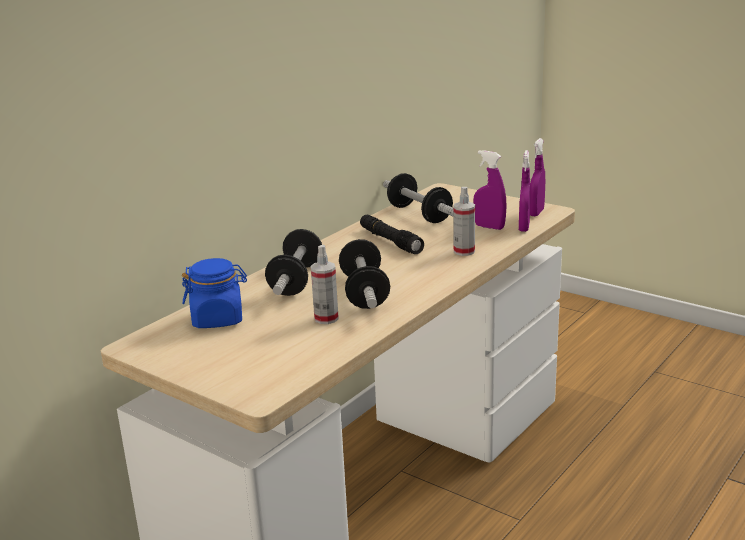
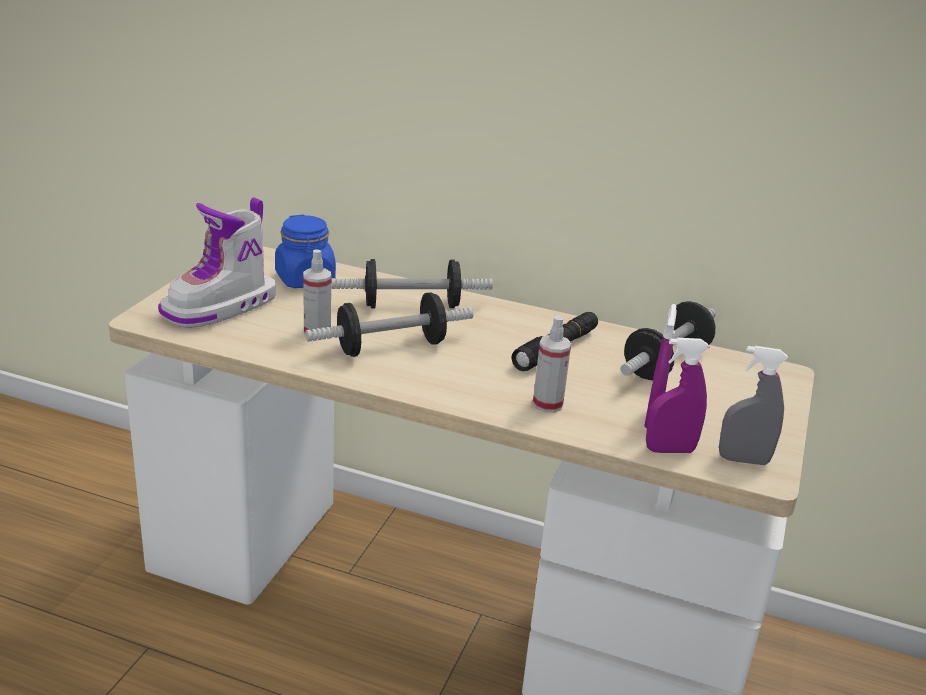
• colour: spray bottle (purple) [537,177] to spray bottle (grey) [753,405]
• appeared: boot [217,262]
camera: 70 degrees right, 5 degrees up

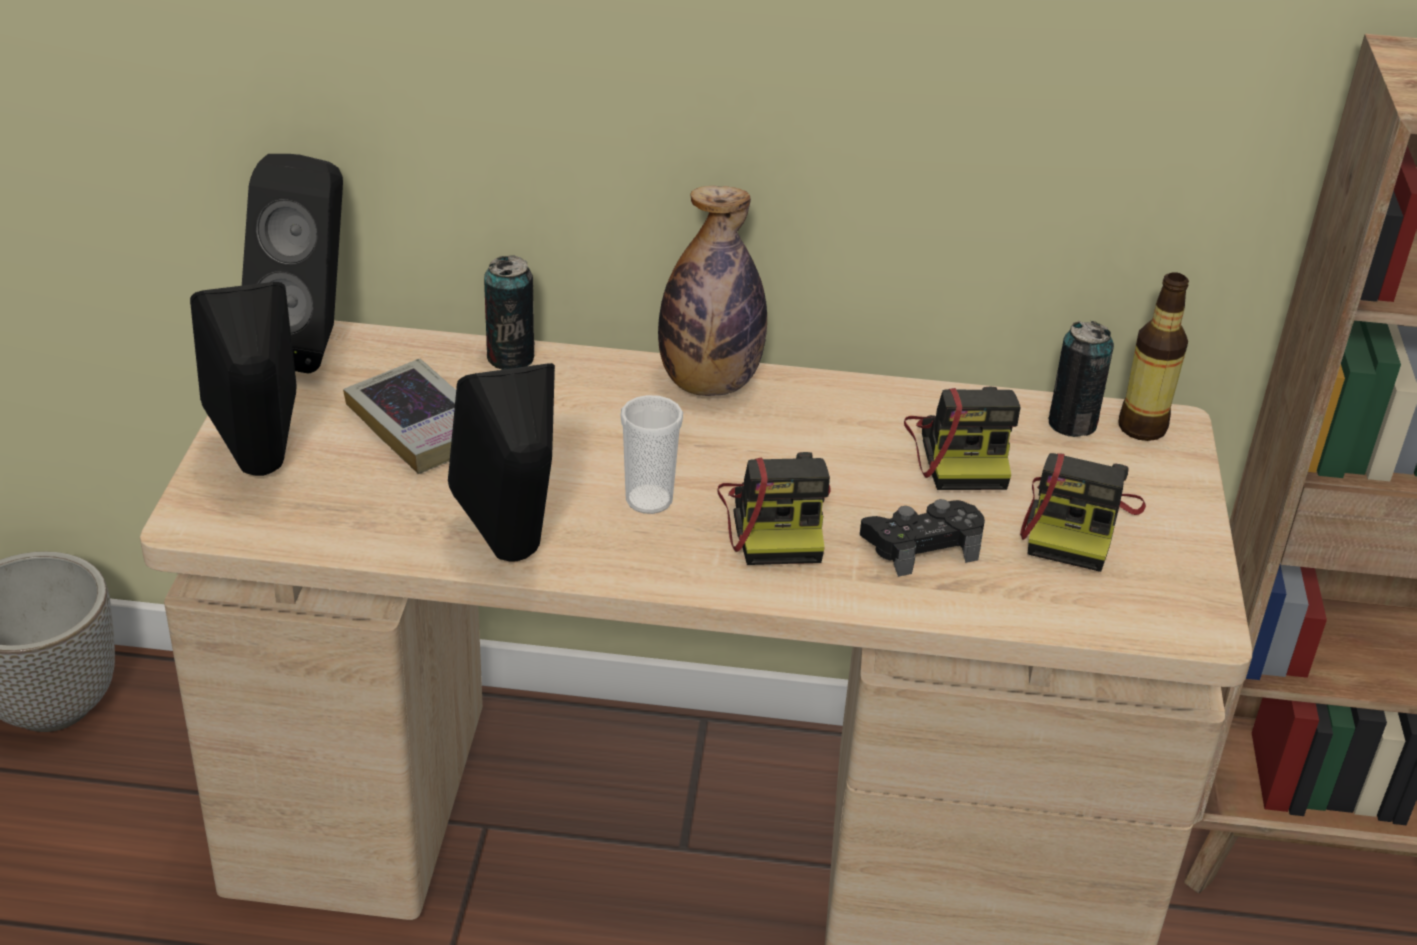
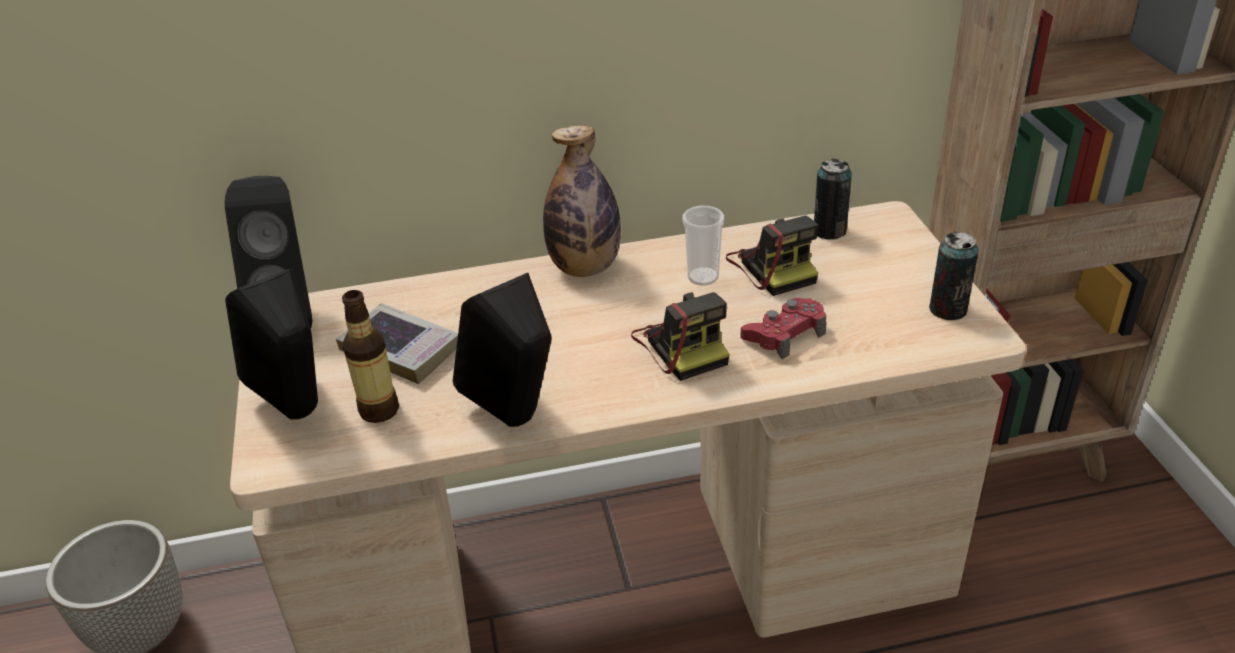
• relocated: can [509,313] to [953,276]
• relocated: cup [651,454] to [703,245]
• colour: game controller (black) [922,538] to game controller (red) [783,328]
• missing: photo camera [1083,512]
• relocated: bottle [1153,356] to [370,356]
camera: 15 degrees left, 0 degrees up

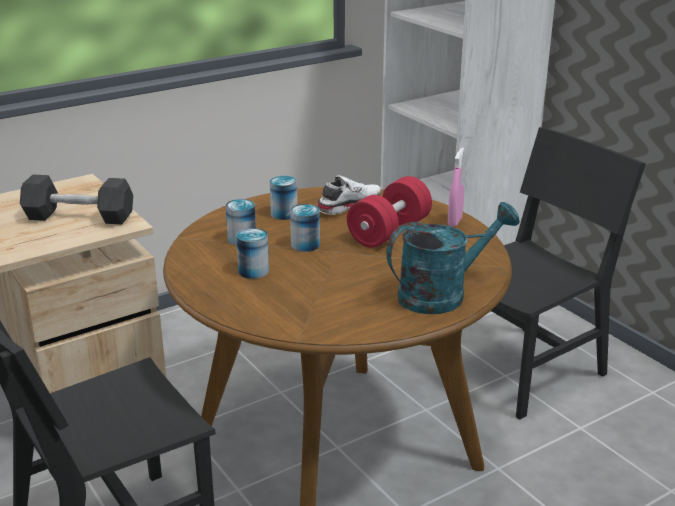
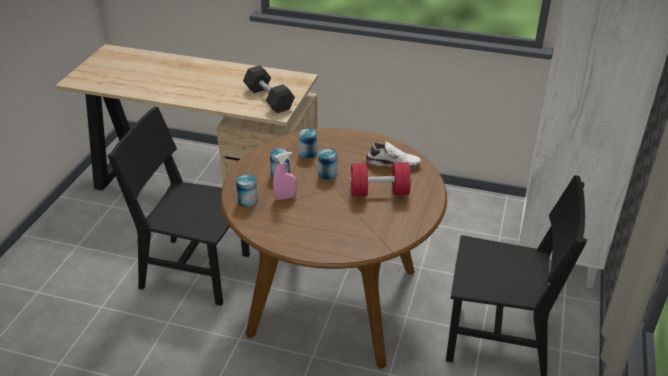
• relocated: can [284,198] to [247,190]
• missing: watering can (turquoise) [453,258]
• relocated: spray bottle (pink) [456,187] to [284,176]
camera: 50 degrees right, 10 degrees up

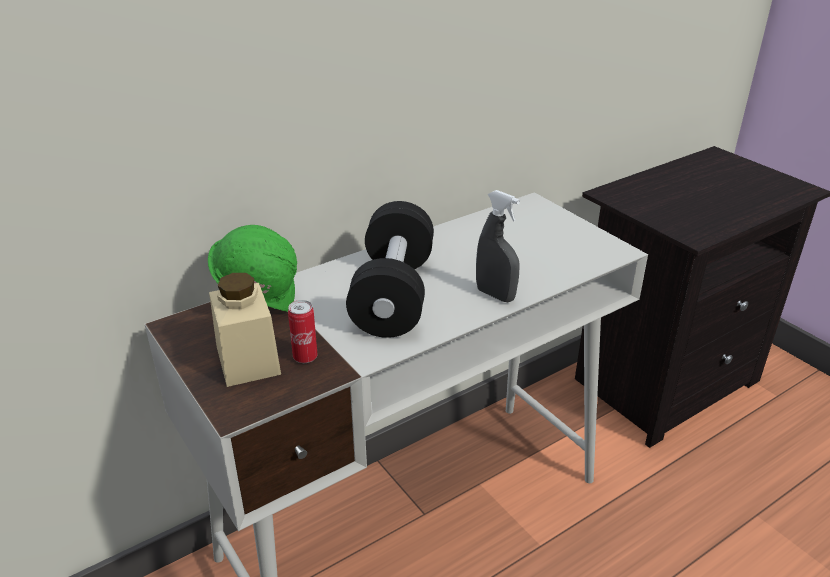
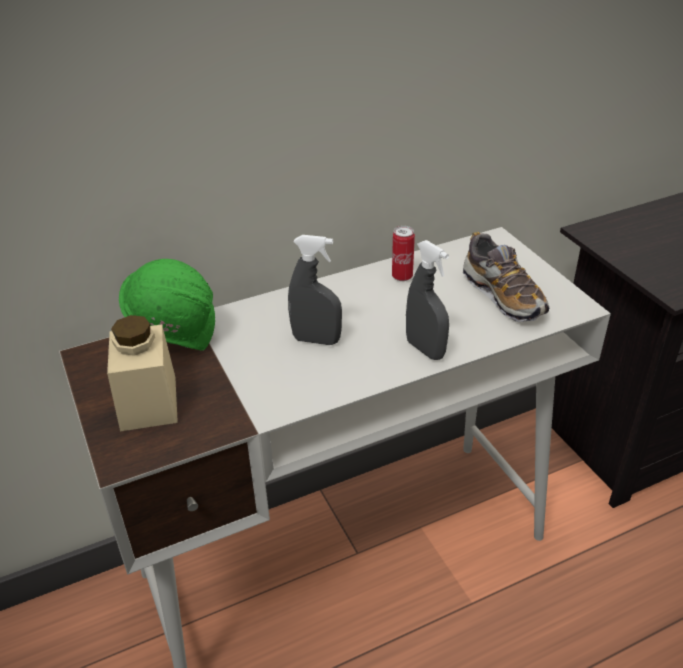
• relocated: can [302,331] to [403,253]
• exchanged: dumbbell (black) [390,269] to spray bottle (grey) [315,290]
• appeared: shoe [506,277]
camera: 10 degrees right, 5 degrees up

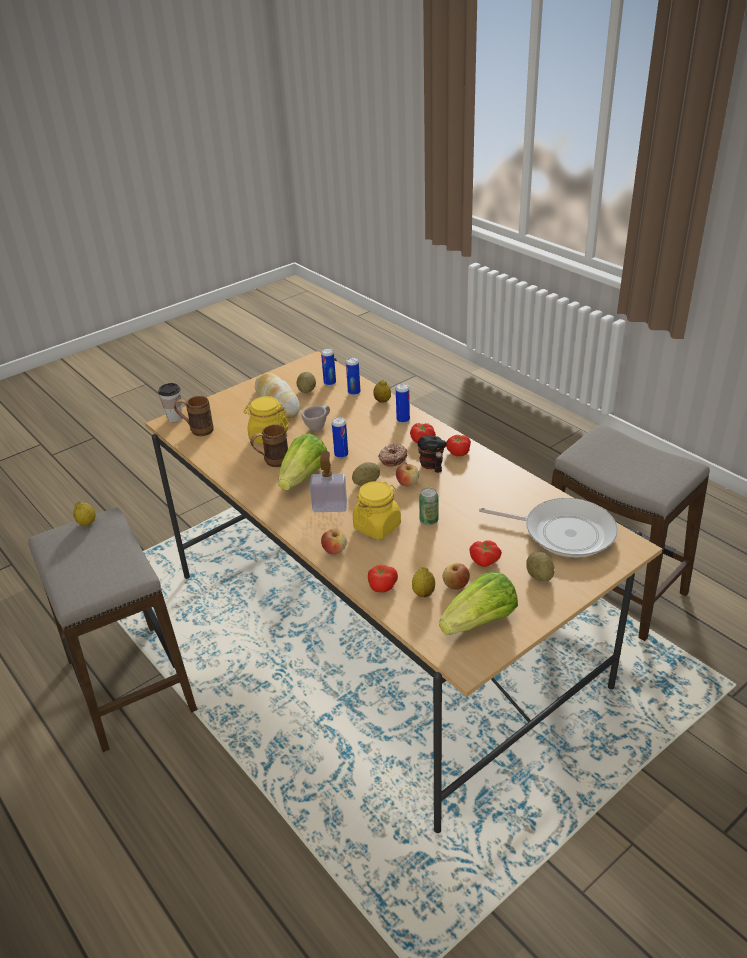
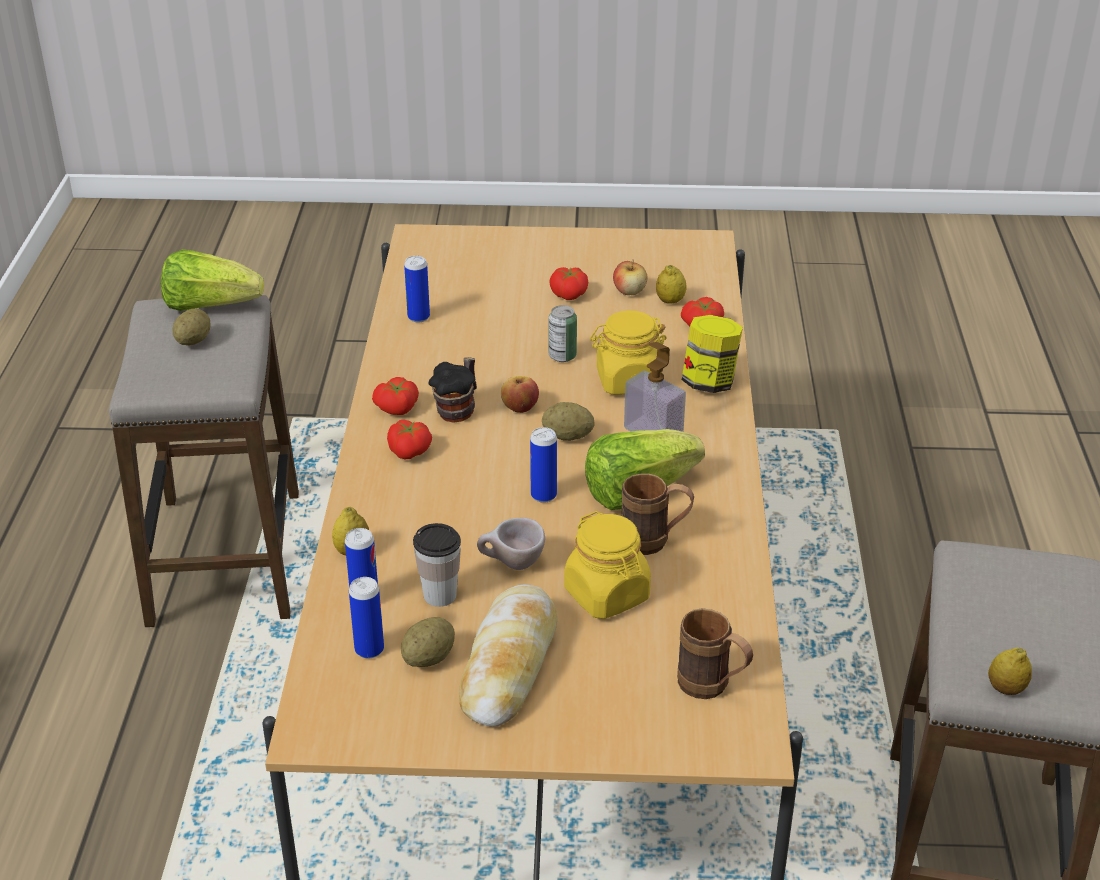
• relocated: cup [170,403] to [437,565]
• exchanged: apple [334,542] to jar [712,354]
• missing: donut [393,455]
• relocated: can [403,403] to [417,289]
• relocated: lettuce [478,603] to [212,280]
• missing: frying pan [548,527]
• relocated: potato [540,566] to [191,327]
camera: 140 degrees left, 0 degrees up

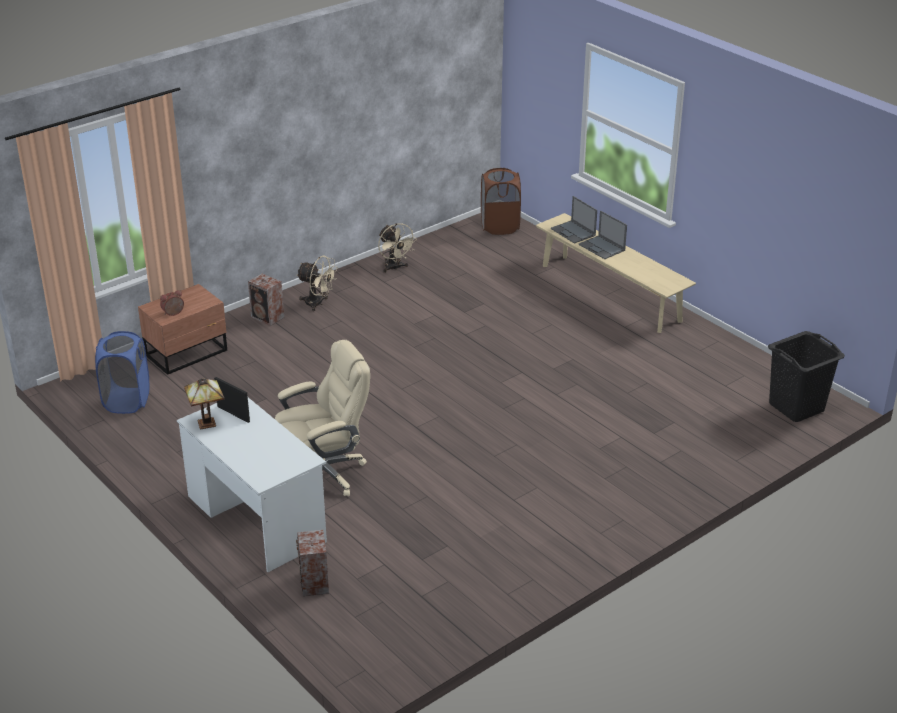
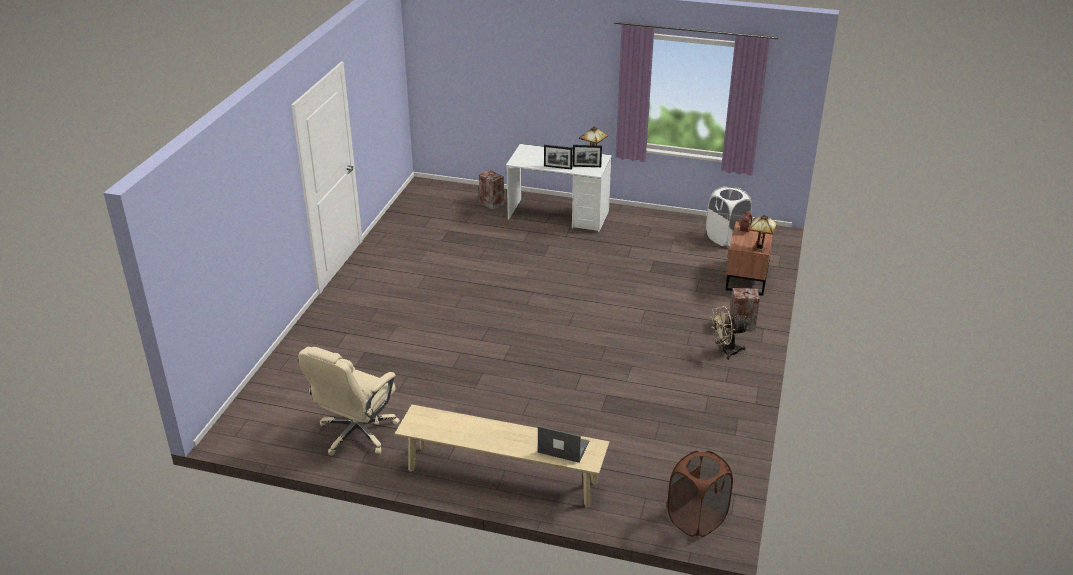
• colour: laundry basket (blue) [122,372] to laundry basket (white) [729,216]
• relocated: office chair (beige) [322,418] to [349,401]
• missing: fan (beige) [397,248]
• missing: laptop [603,235]
• missing: laundry basket (black) [806,376]
• appeared: picture frame [558,157]
• appeared: table lamp [763,234]
camera: 145 degrees right, 0 degrees up

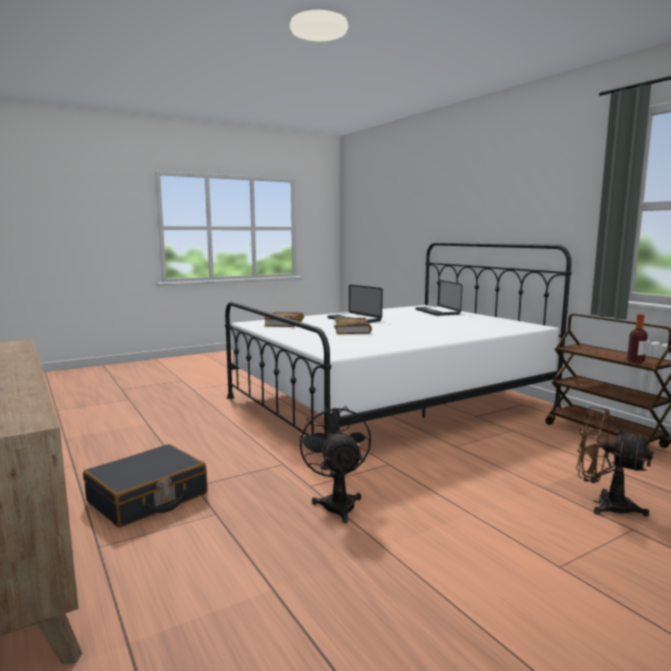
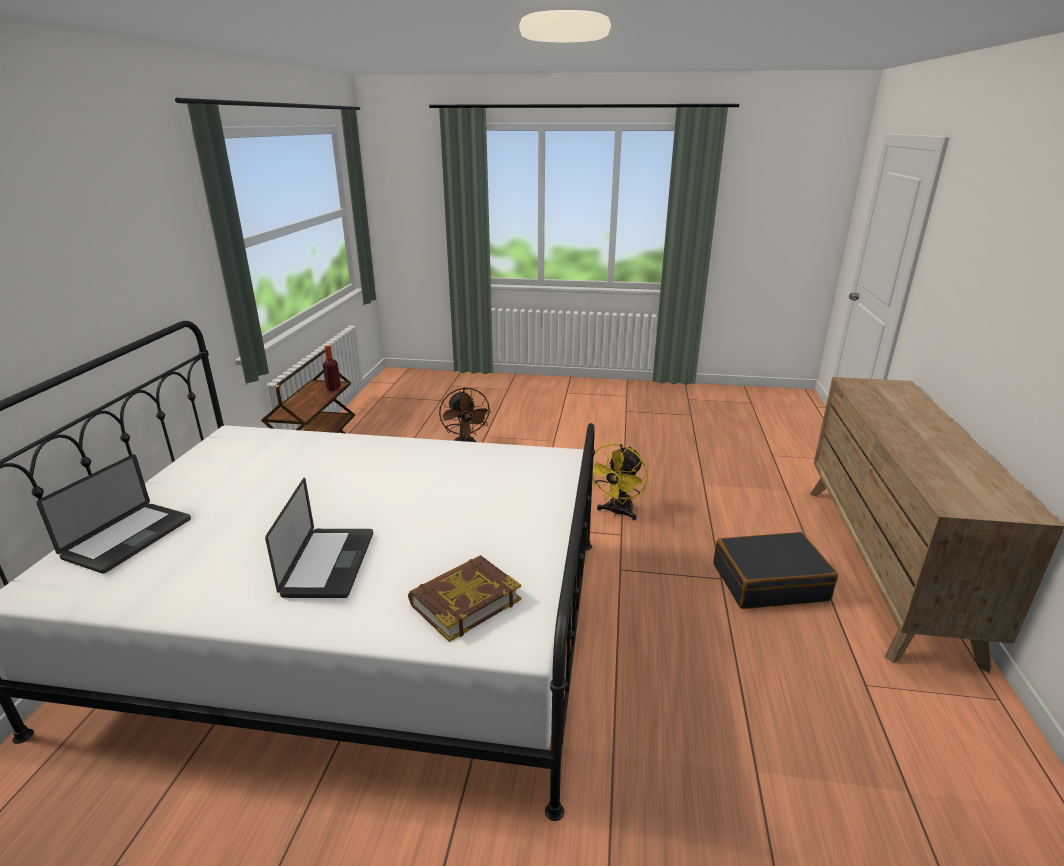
• colour: fan (black) [335,464] to fan (yellow) [620,481]
• missing: book [353,326]
camera: 140 degrees left, 15 degrees up

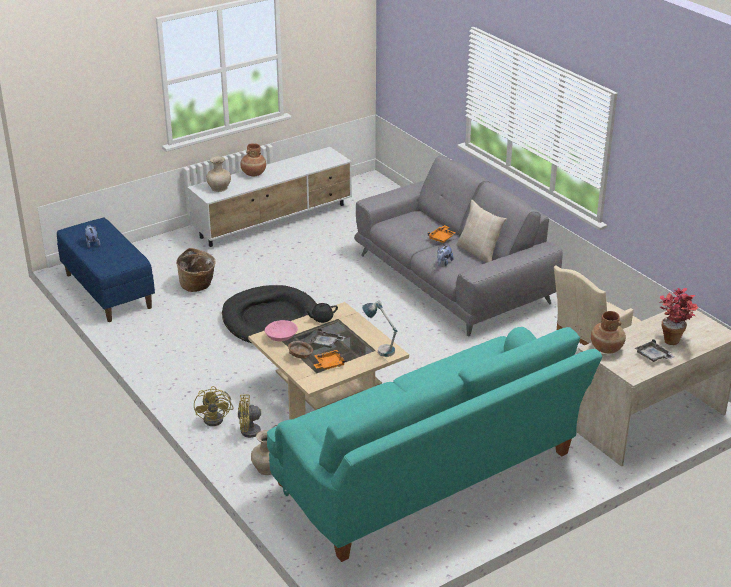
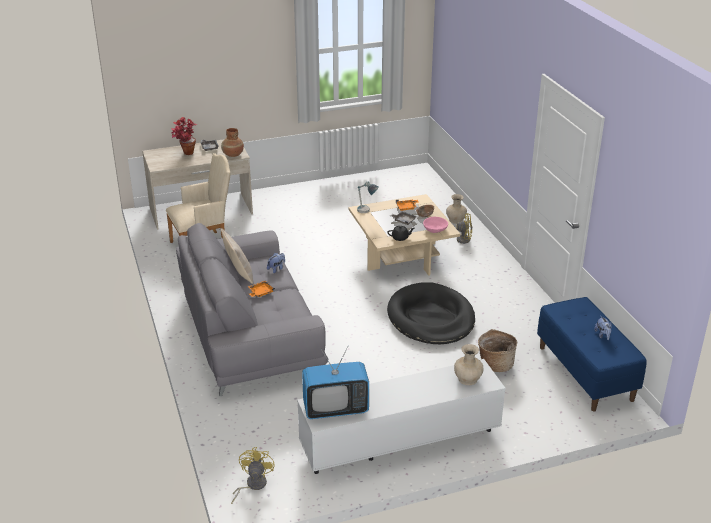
• relocated: fan (yellow) [214,406] to [253,475]
• missing: vase (brown) [253,159]
• missing: sofa (turquoise) [434,444]
• appeared: television [335,383]
camera: 165 degrees left, 0 degrees up

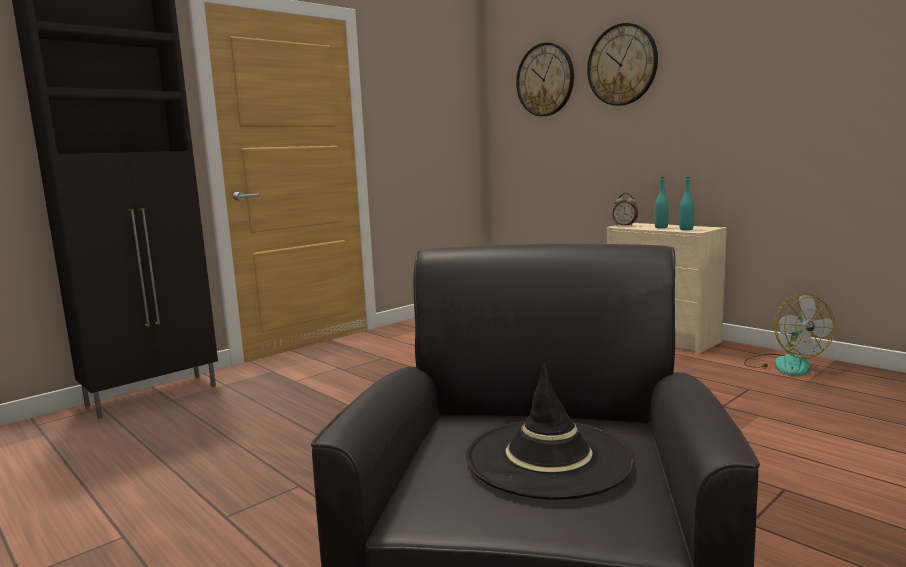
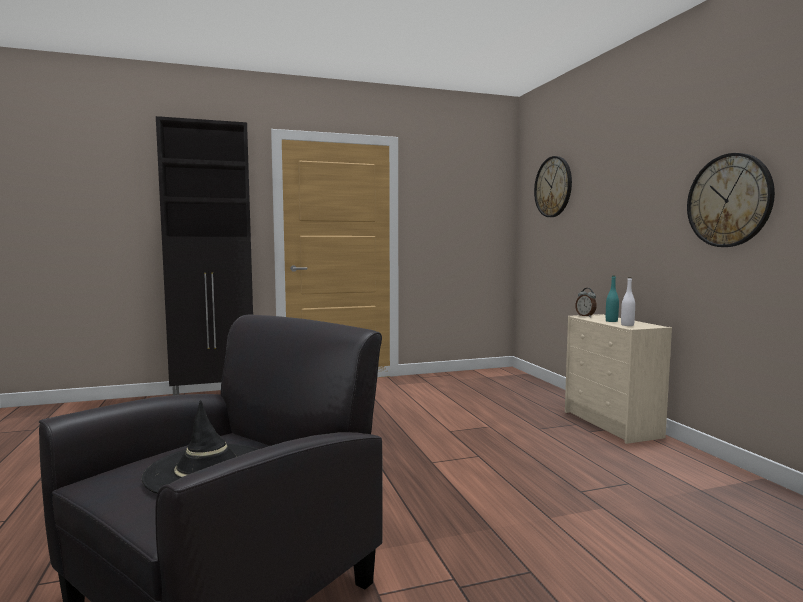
• relocated: wall clock [622,64] to [731,200]
• colour: bottle (turquoise) [686,203] to bottle (white) [628,301]
• missing: fan [789,334]
camera: 25 degrees right, 5 degrees down

